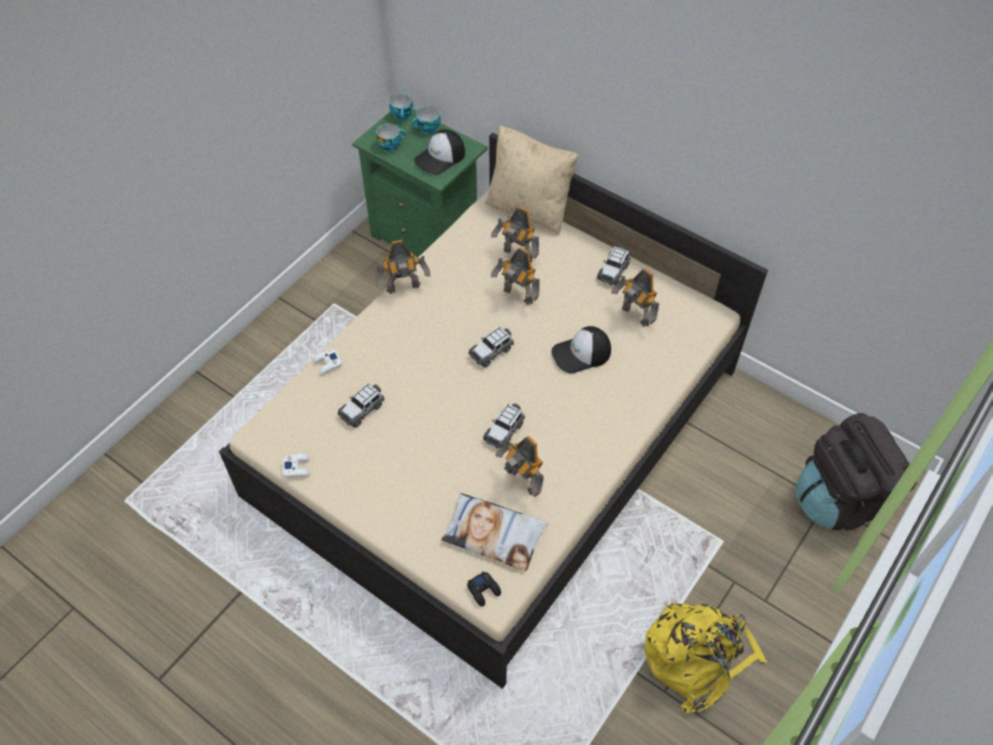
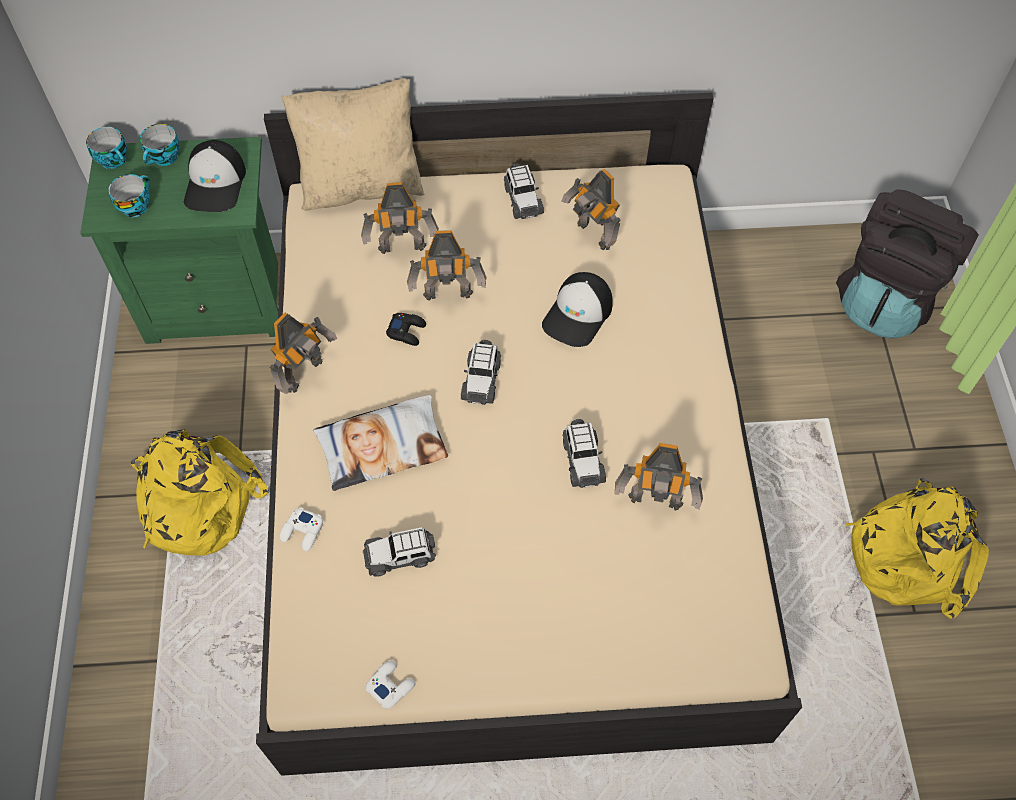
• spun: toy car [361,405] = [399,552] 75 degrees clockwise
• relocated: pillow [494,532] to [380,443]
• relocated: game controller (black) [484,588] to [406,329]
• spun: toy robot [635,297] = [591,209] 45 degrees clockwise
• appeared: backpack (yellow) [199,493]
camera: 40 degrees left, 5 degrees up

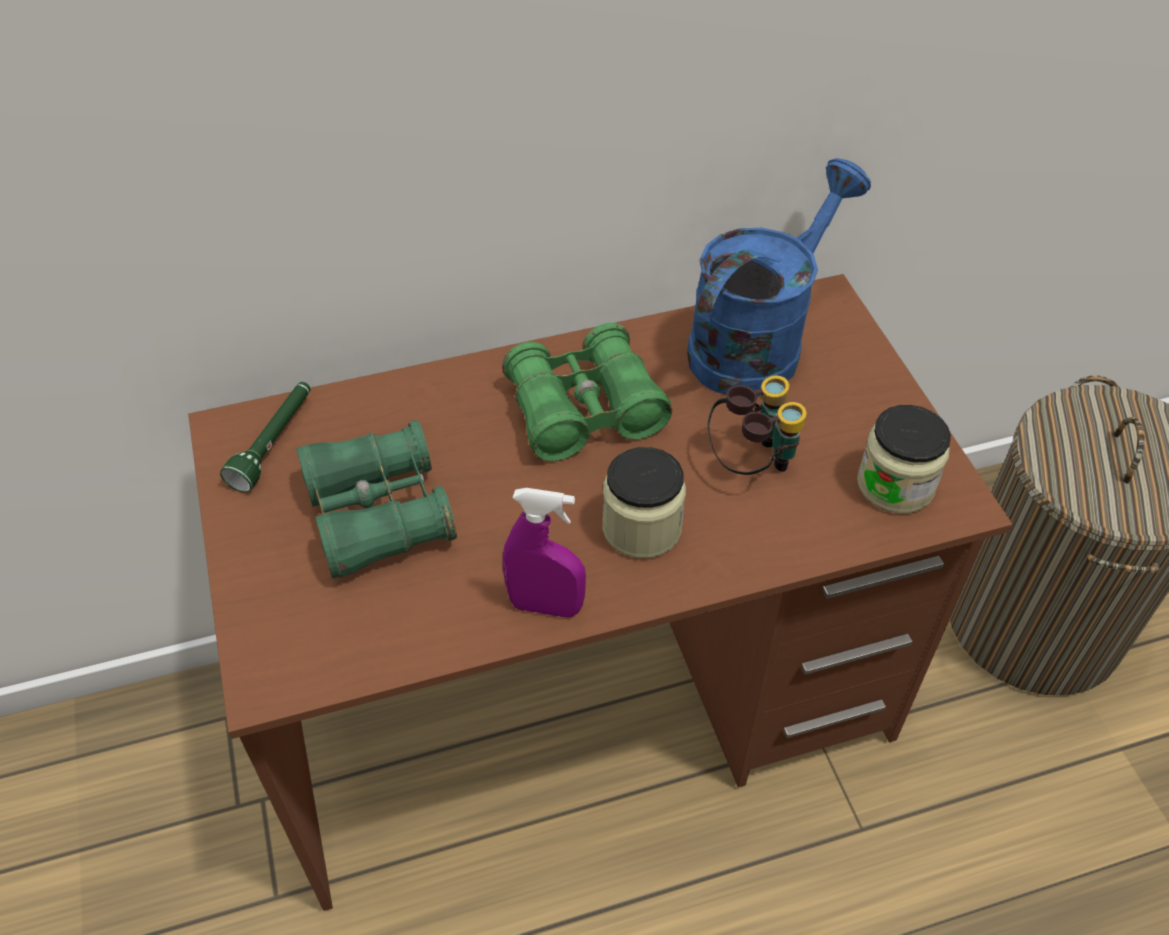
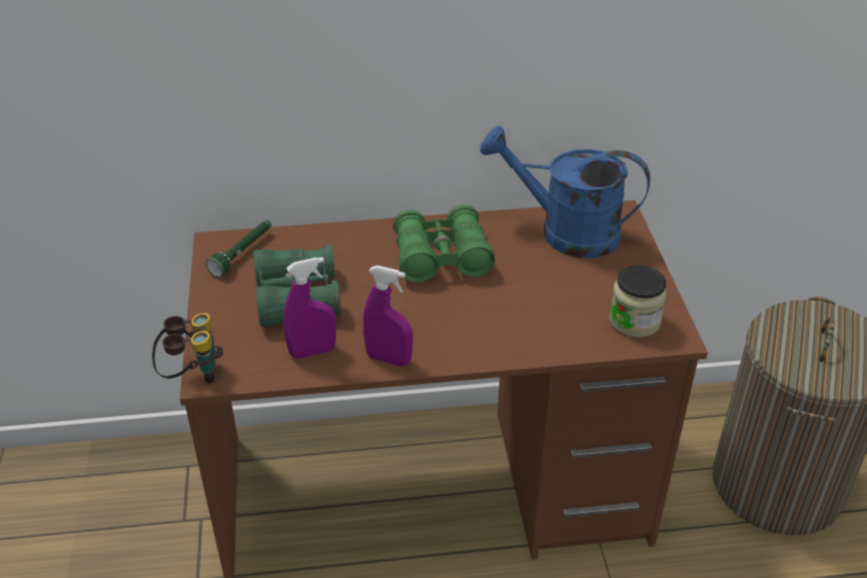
• missing: jar [644,502]
• spun: watering can (blue) [779,277] = [565,192] 120 degrees counterclockwise
• relocated: binoculars [757,425] to [187,348]
• appeared: spray bottle (purple) [309,308]
camera: 10 degrees right, 10 degrees down

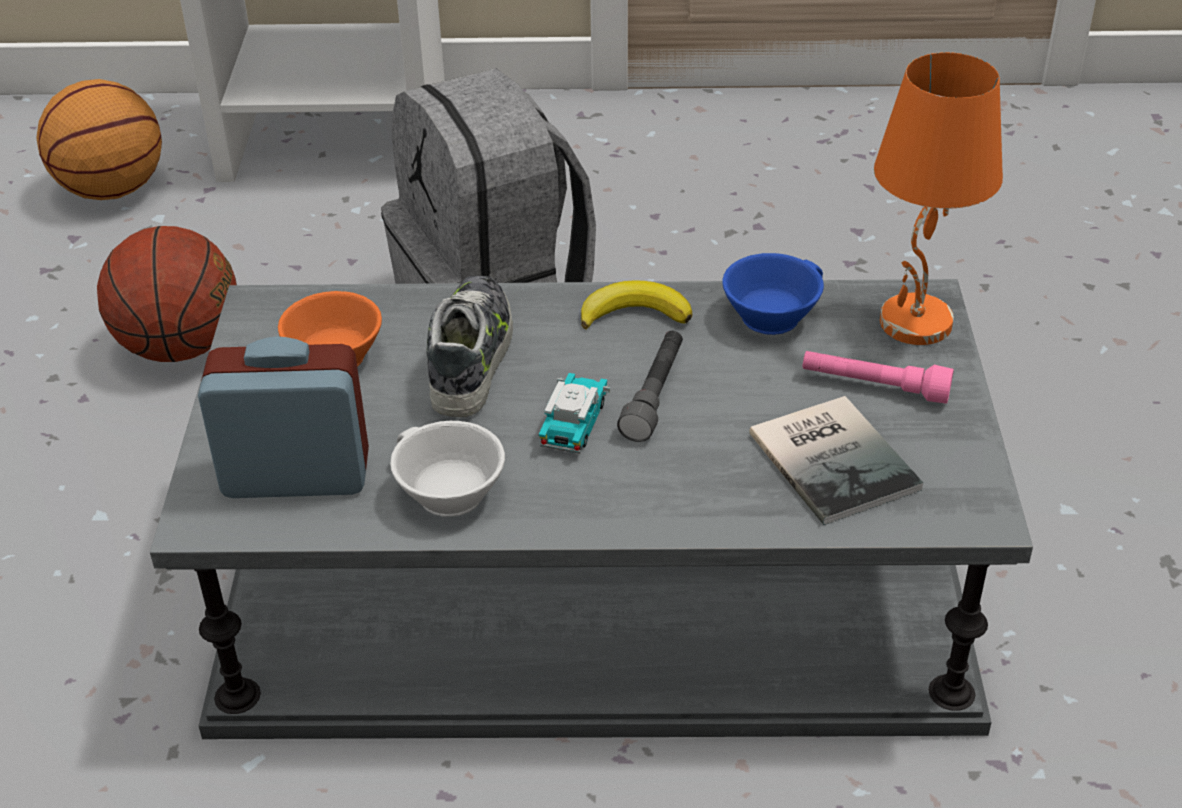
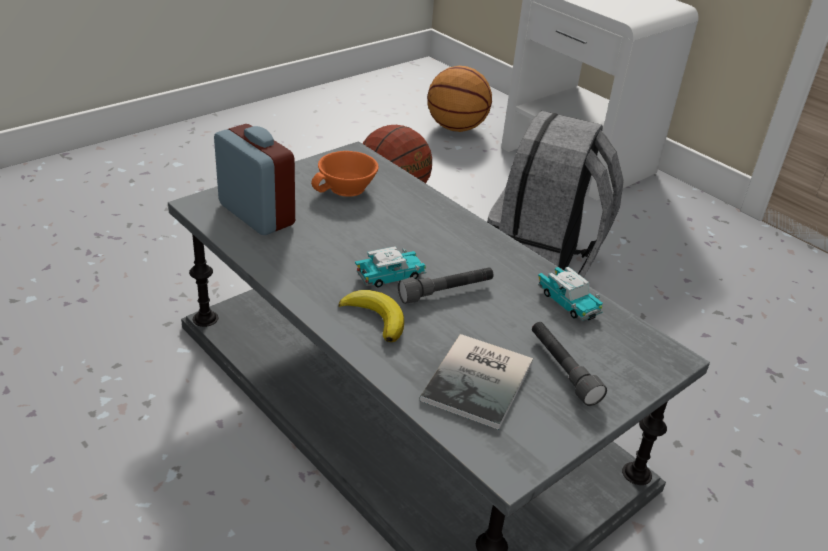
• missing: cup (white) [447,469]
• missing: shoe [469,346]
• relocated: banana [636,305] to [371,316]
• exchanged: cup (blue) [773,294] to toy car [570,294]
• colour: flashlight (pink) [878,377] to flashlight (grey) [569,364]
• missing: table lamp (orange) [938,198]
camera: 45 degrees right, 5 degrees down

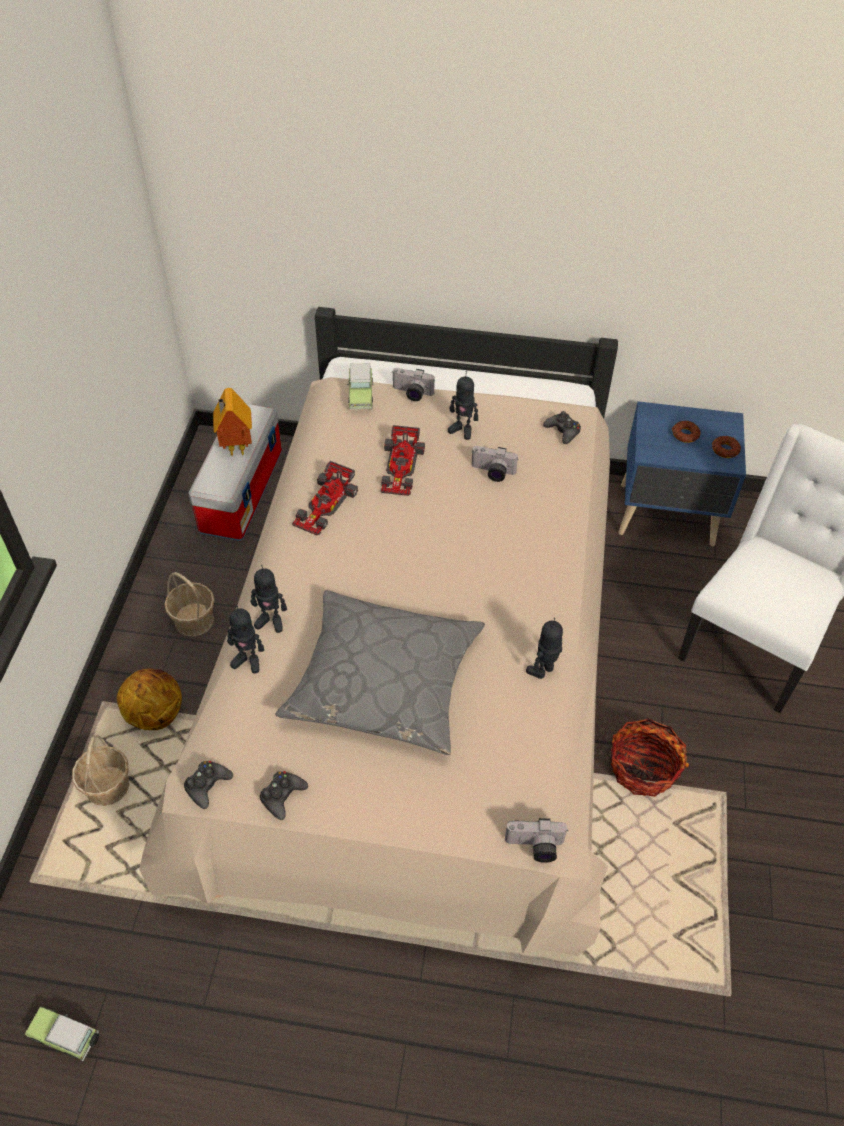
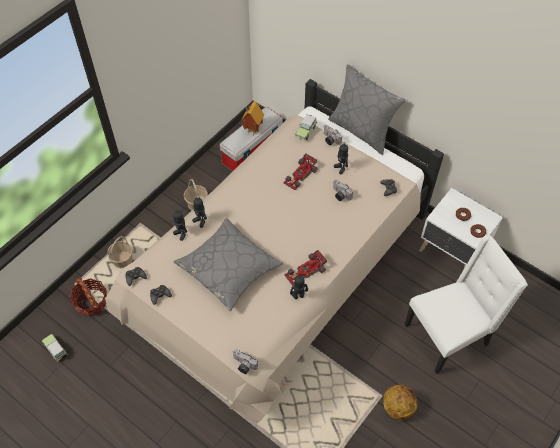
• relocated: basketball [149,699] to [400,402]
• relocated: toy car [325,498] to [306,268]
• relocated: basket [650,757] to [88,297]
• colour: nightstand (blue) [682,473] to nightstand (white) [461,228]
• appeared: pillow (grey) [367,109]
camera: 30 degrees right, 5 degrees up

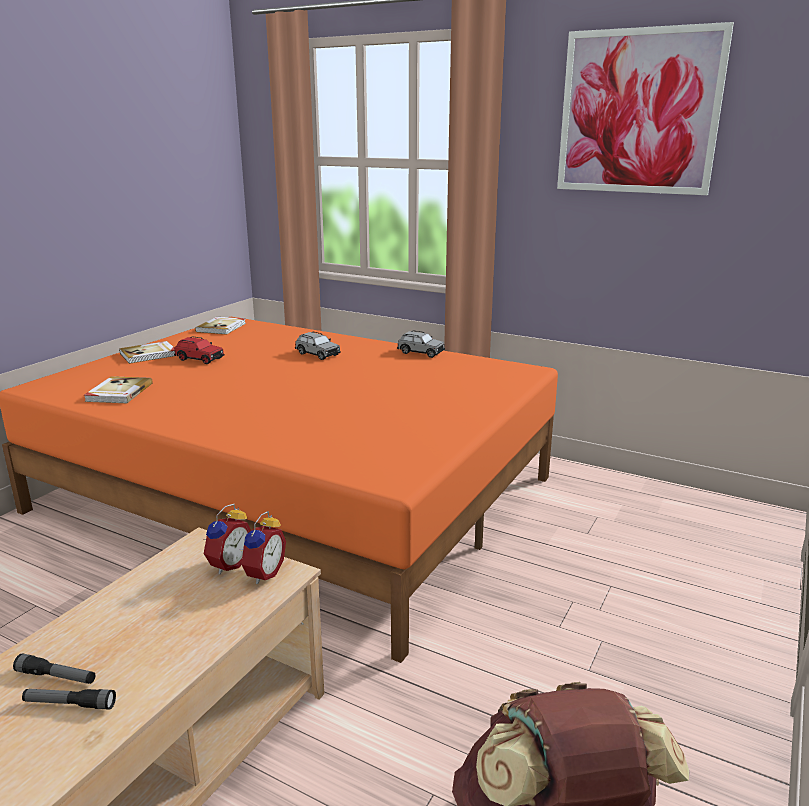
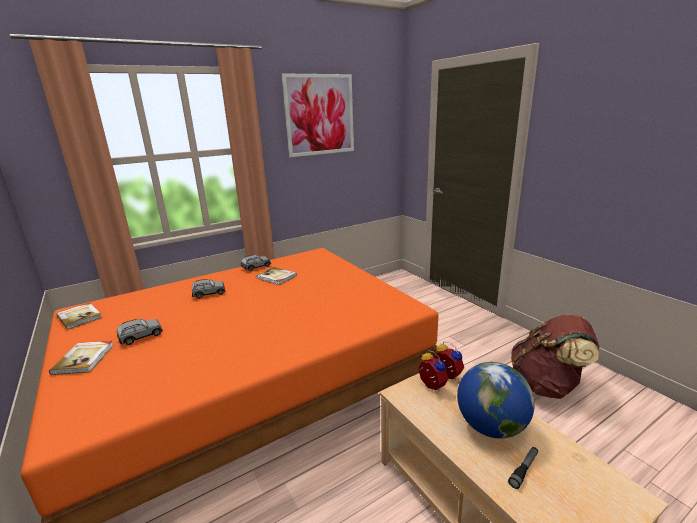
• missing: flashlight [69,699]
• relocated: book [118,389] to [277,276]
• colour: toy car (red) [199,350] to toy car (grey) [139,332]
• appeared: globe [496,400]
camera: 60 degrees left, 0 degrees up

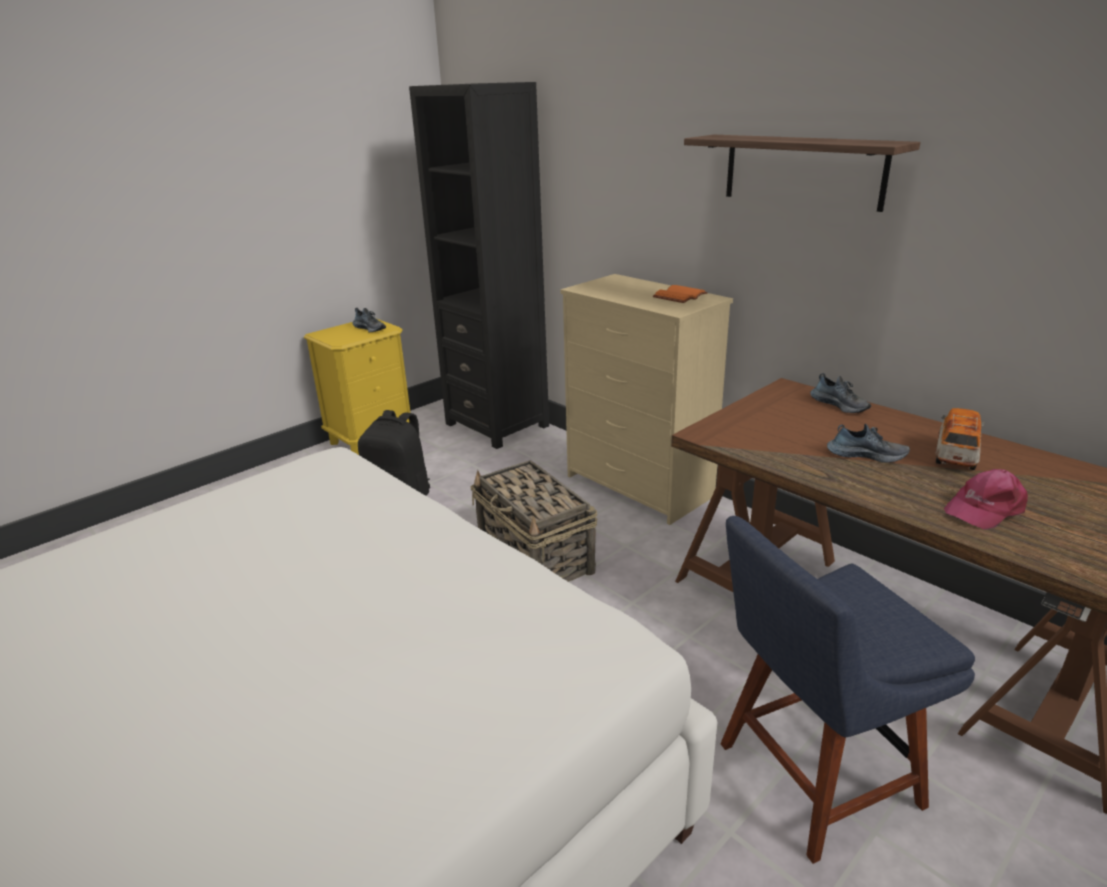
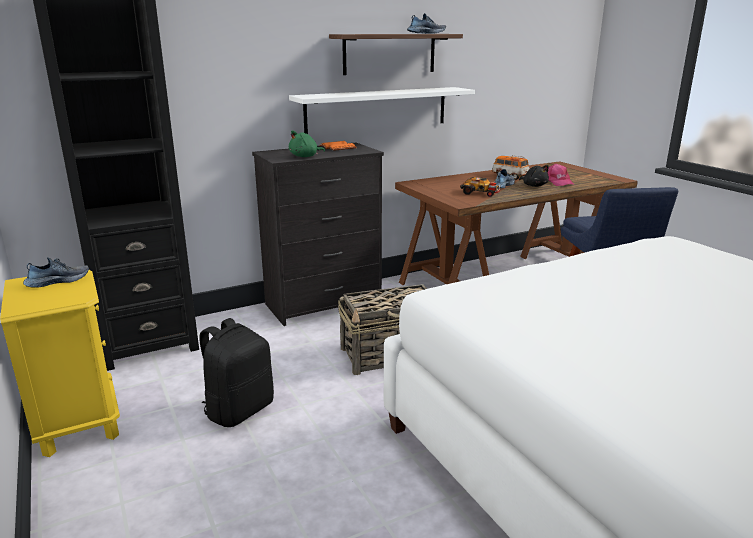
• colour: dresser (beige) [646,399] to dresser (black) [318,234]
• relocated: shoe [840,393] to [426,23]
• appeared: shelf (white) [382,110]
• appeared: plush toy (green) [307,143]
• appeared: toy car [480,187]
• appeared: plush toy (black) [534,176]
camera: 75 degrees left, 5 degrees down

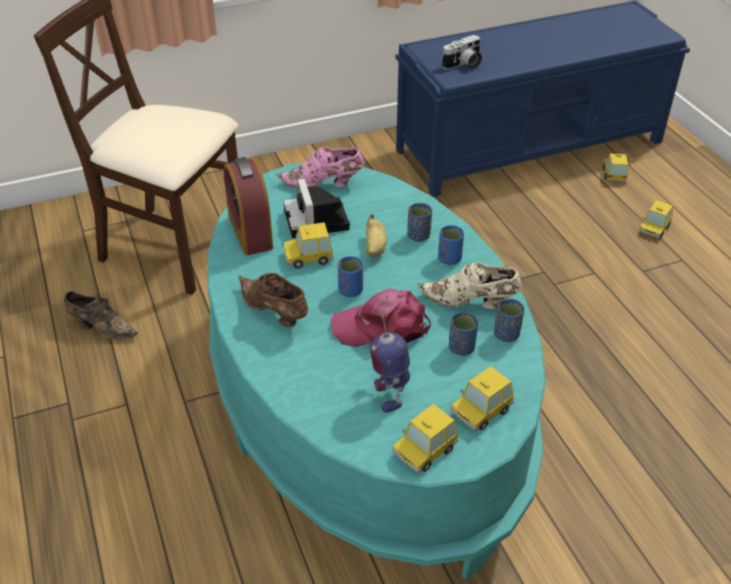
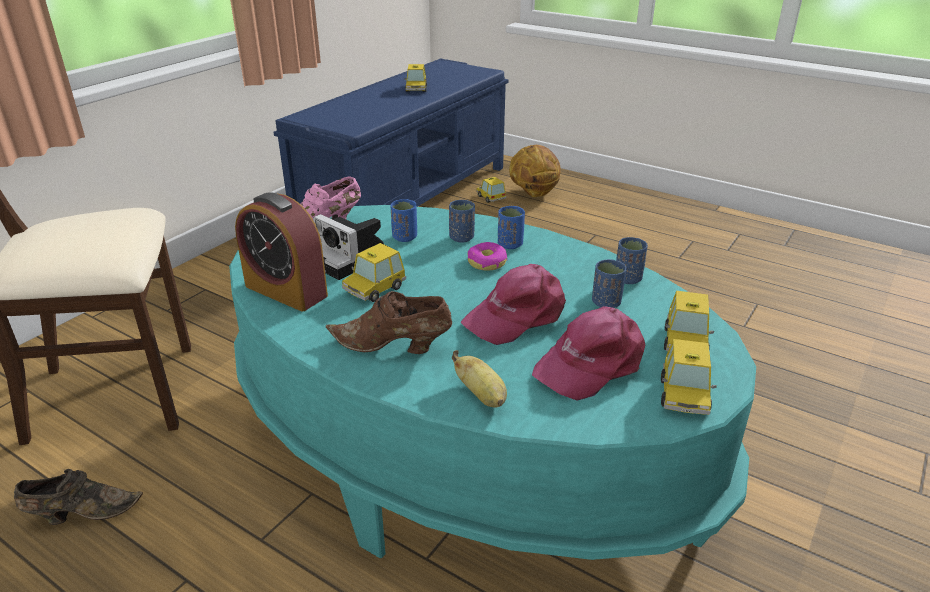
• relocated: cup (blue) [350,276] to [403,220]
• relocated: banana [376,236] to [479,379]
• exchanged: toy robot [390,354] to cap (pink) [588,353]
• missing: shoe (beige) [469,285]
• missing: photo camera [462,52]
• relocated: toy car [656,219] to [415,78]
• appeared: donut [487,256]
• appeared: basketball [535,171]
camera: 35 degrees left, 10 degrees down

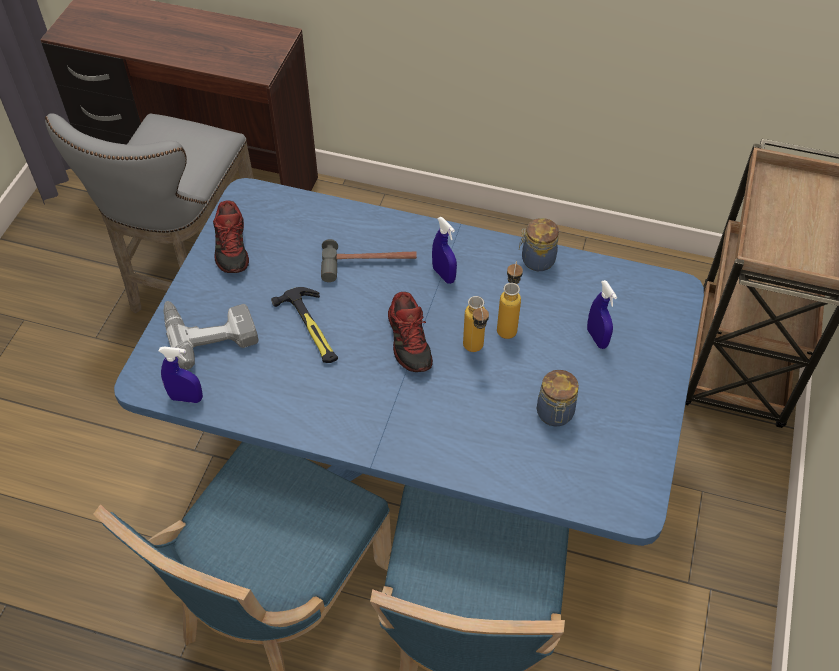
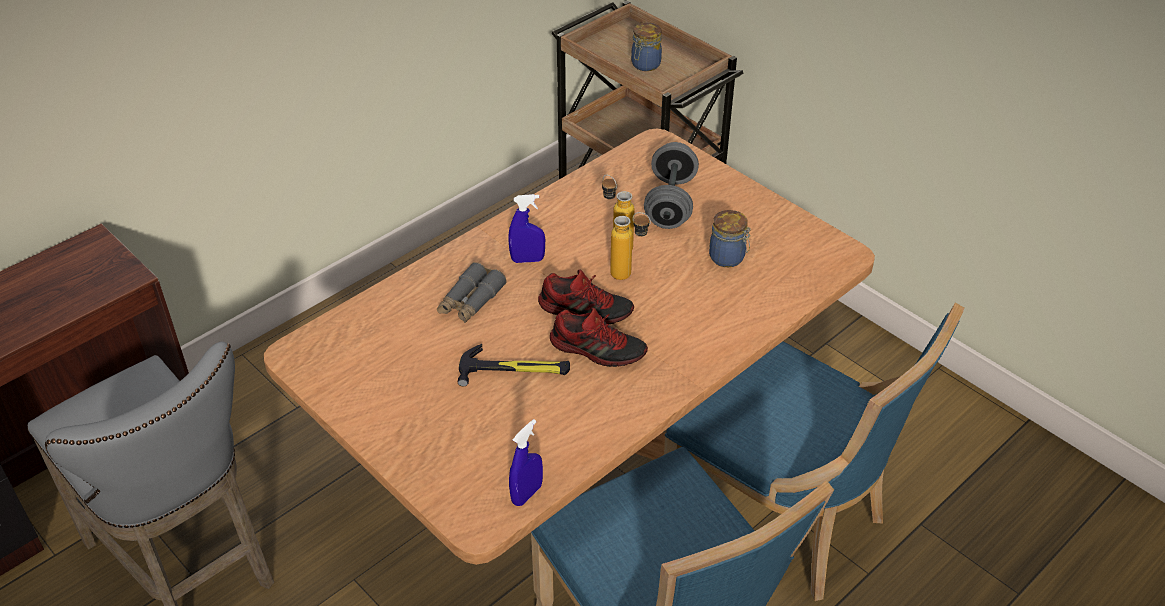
• colour: dining table (blue) [409,362] to dining table (brown) [569,346]
• missing: power drill [211,335]
• relocated: shoe [231,237] to [599,337]
• exchanged: hammer [369,260] to binoculars (grey) [472,292]
• relocated: jar [539,244] to [646,47]
• exchanged: spray bottle (blue) [602,314] to dumbbell (grey) [671,185]
camera: 60 degrees left, 10 degrees down

